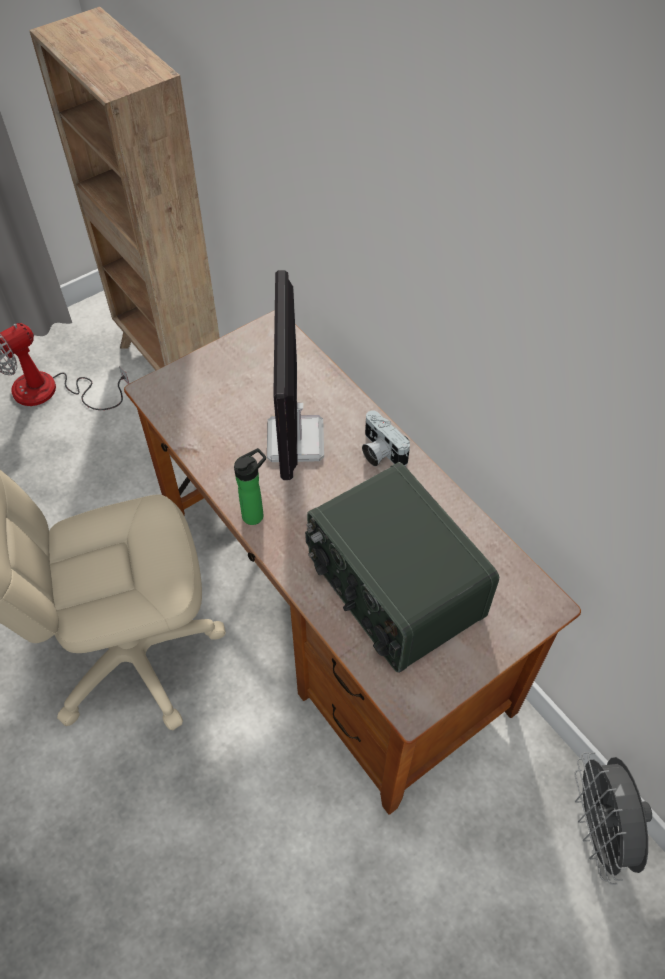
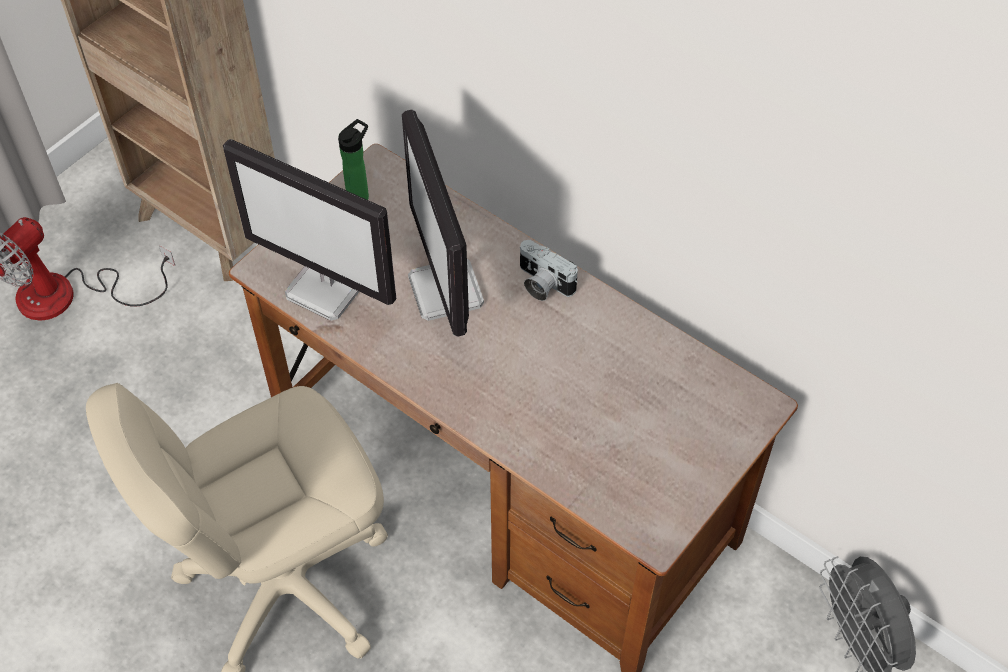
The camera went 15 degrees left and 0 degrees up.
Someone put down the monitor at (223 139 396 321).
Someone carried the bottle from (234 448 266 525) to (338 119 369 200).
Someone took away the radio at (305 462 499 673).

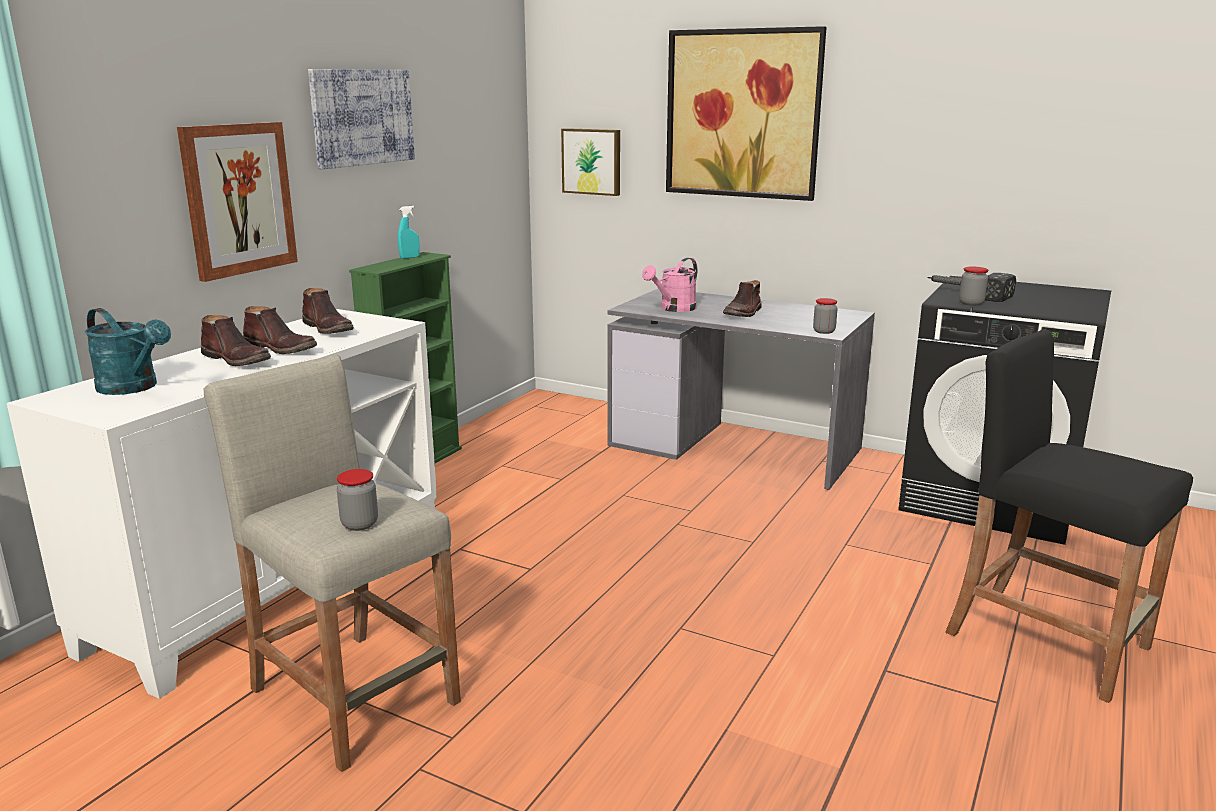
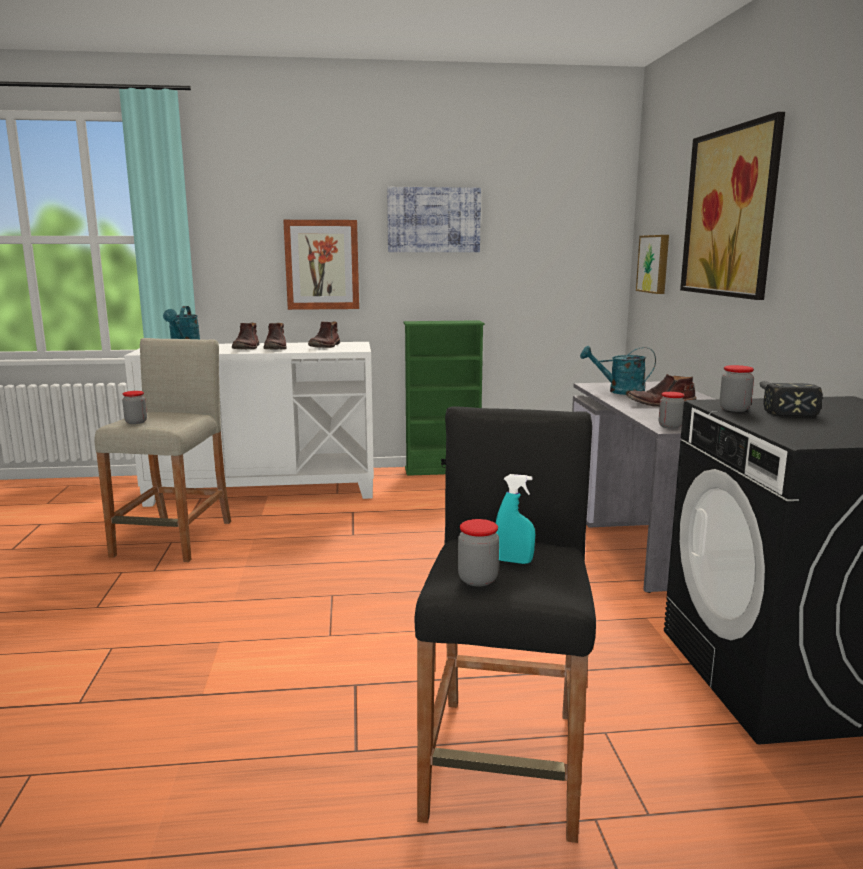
The camera went 55 degrees right and 5 degrees down.
Someone put down the jar at (458 519 499 587).
Someone carried the turquoise spray bottle from (398 206 420 259) to (496 474 535 564).
Someone repainted the pink watering can at (642 258 697 312), which became the turquoise watering can at (580 346 656 395).

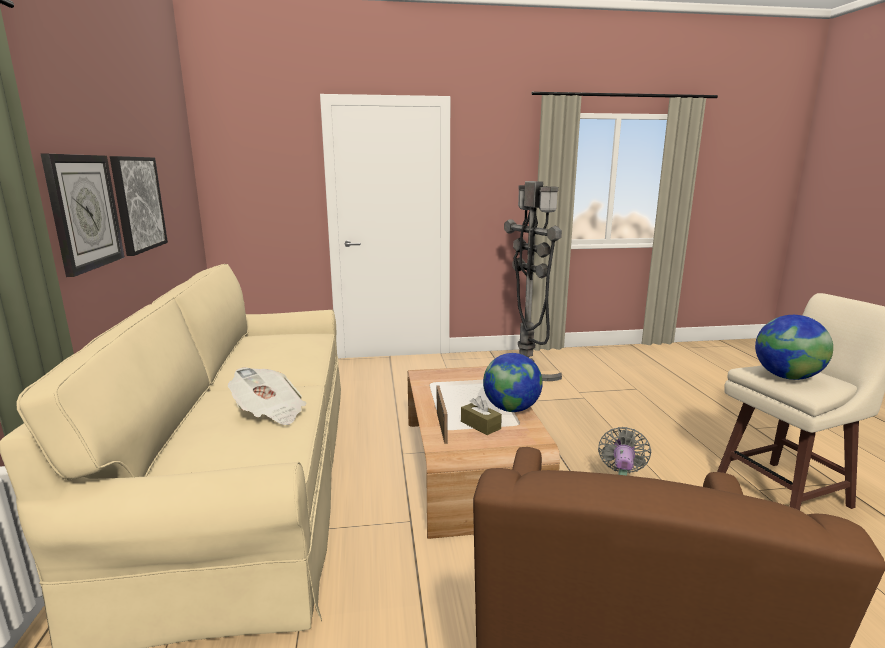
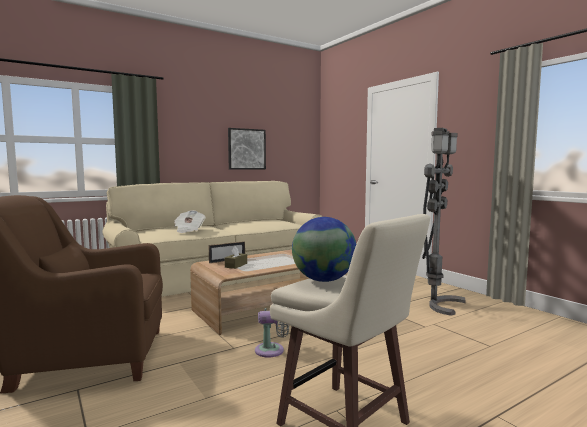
The camera went 65 degrees right and 10 degrees down.
Someone took away the wall clock at (41 154 125 277).
Someone took away the globe at (483 353 543 412).

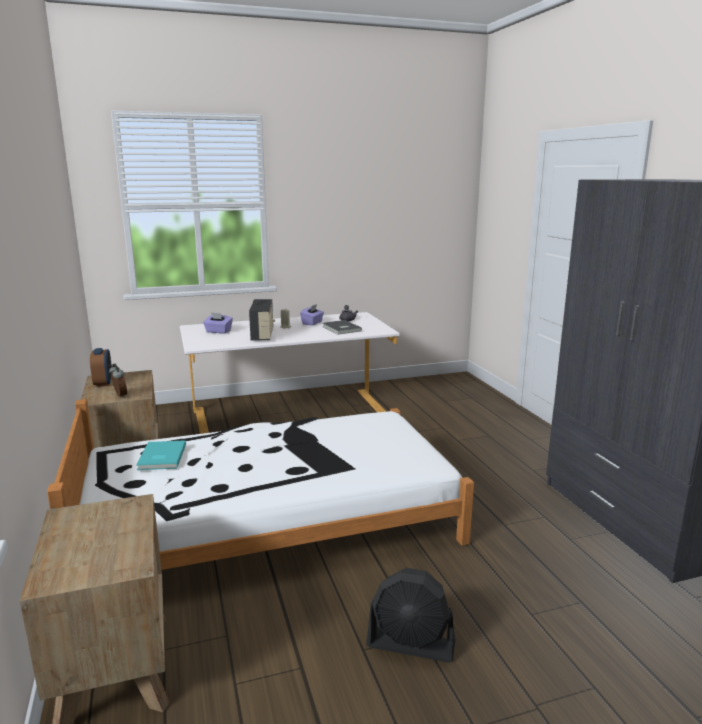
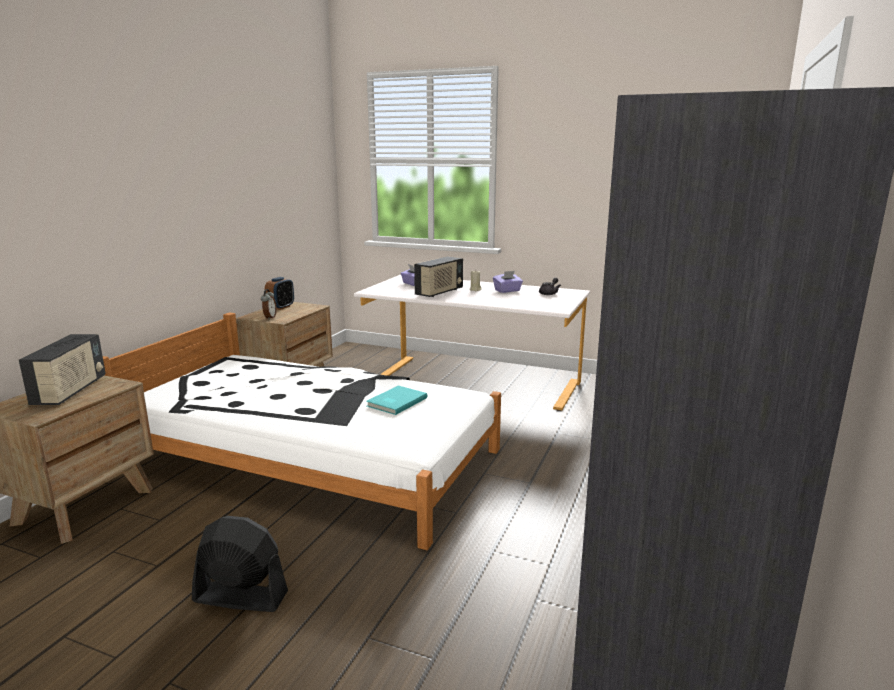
The camera went 40 degrees right and 0 degrees up.
Someone put down the radio at (19 334 105 405).
Someone rotated the black fan at (366 568 455 662) by 135 degrees clockwise.
Someone carried the turquoise book from (136 440 186 470) to (366 386 428 415).
Someone took away the grey book at (322 320 362 335).

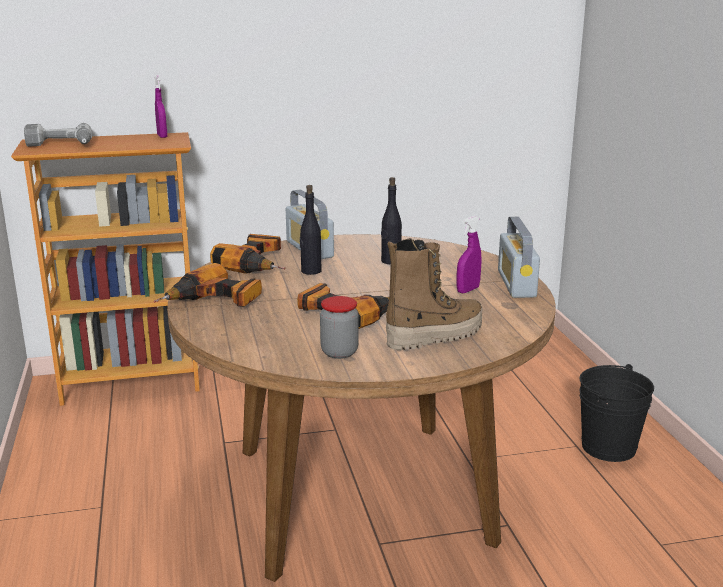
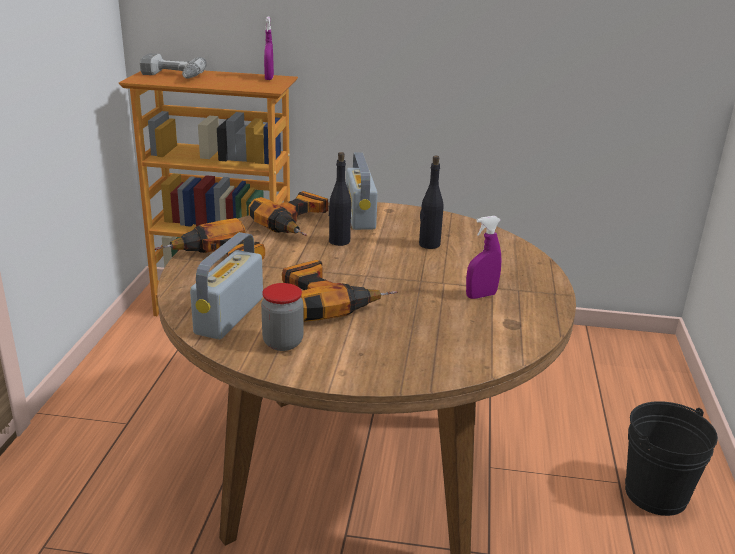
The camera went 20 degrees right and 5 degrees up.
Someone carried the radio from (498 217 540 298) to (190 232 263 339).
Someone took away the boot at (386 238 483 350).

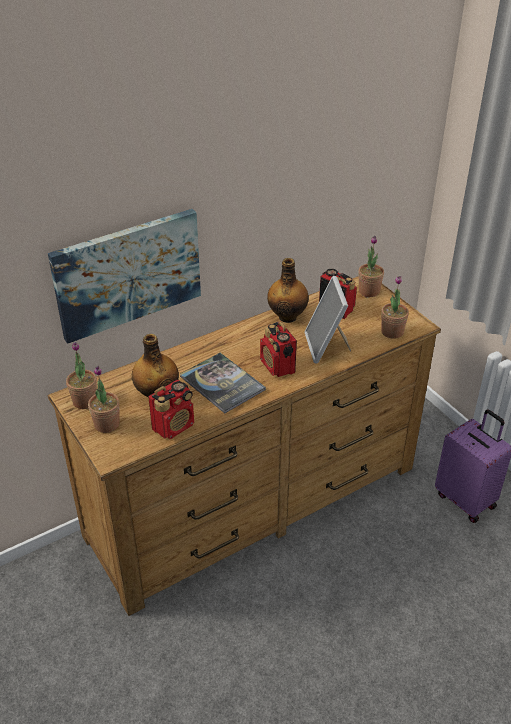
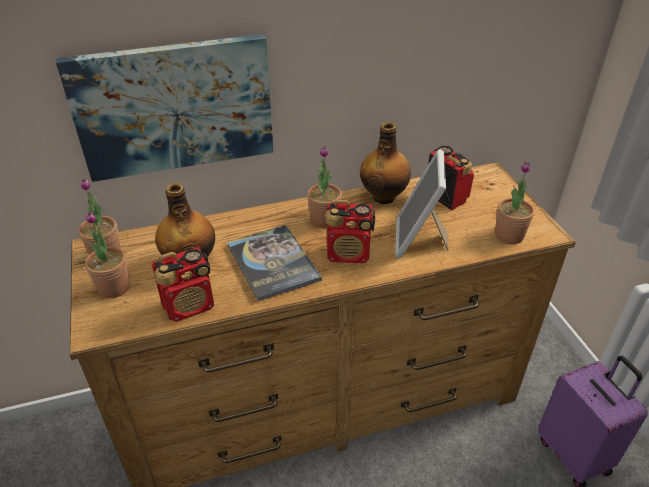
The camera went 15 degrees right and 0 degrees up.
Someone carried the potted plant from (358 236 384 297) to (307 146 342 228).
Someone rotated the radio at (260 322 297 377) by 75 degrees counterclockwise.

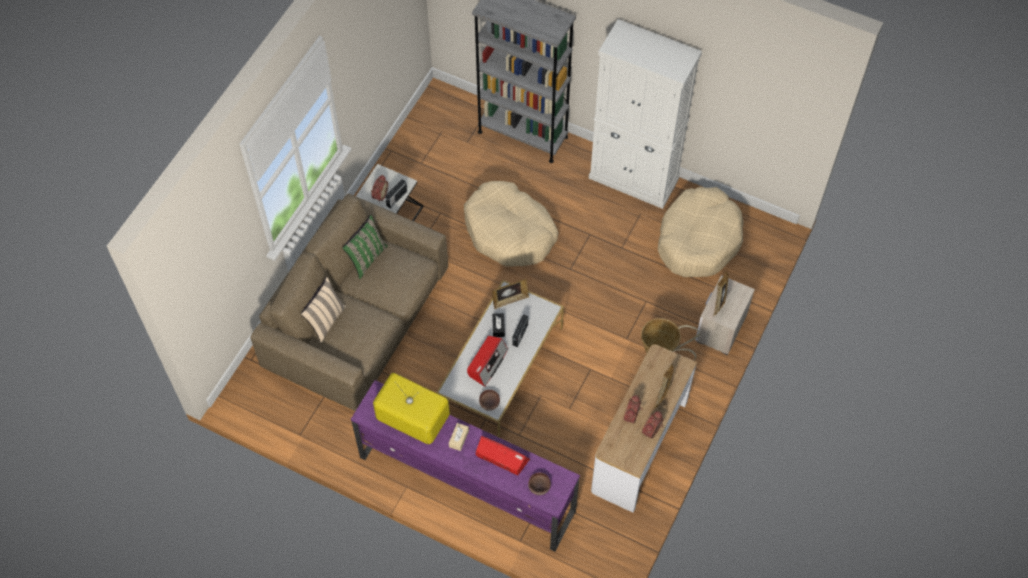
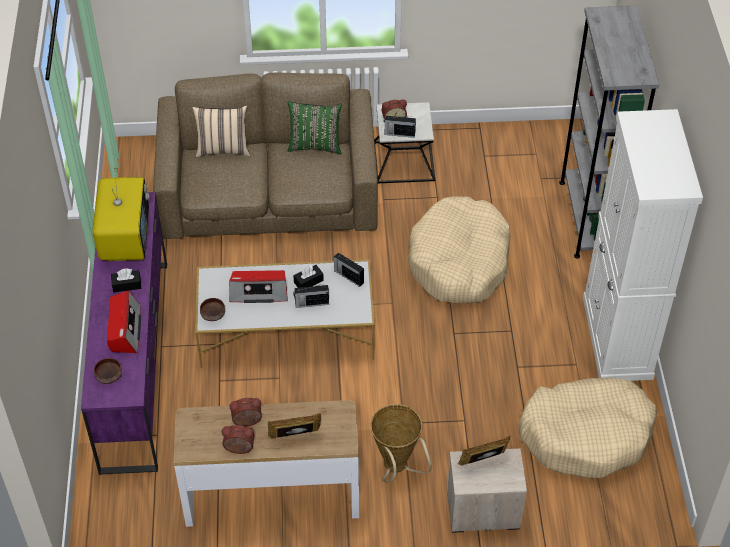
The camera went 60 degrees right and 10 degrees down.
Someone repainted the beige tissue box at (449 423 469 451), which became the black tissue box at (111 268 141 292).
Someone swapped the picture frame at (492 279 529 309) for the radio at (334 253 364 287).

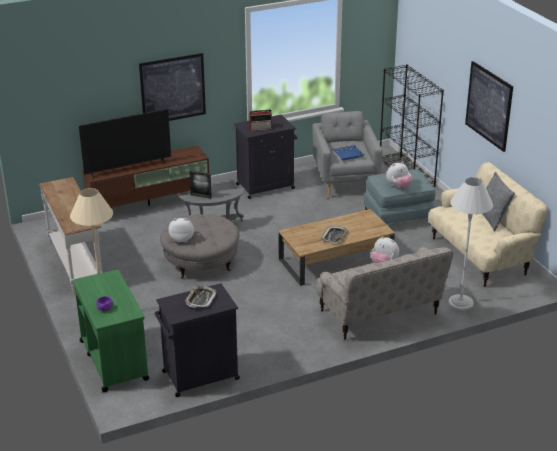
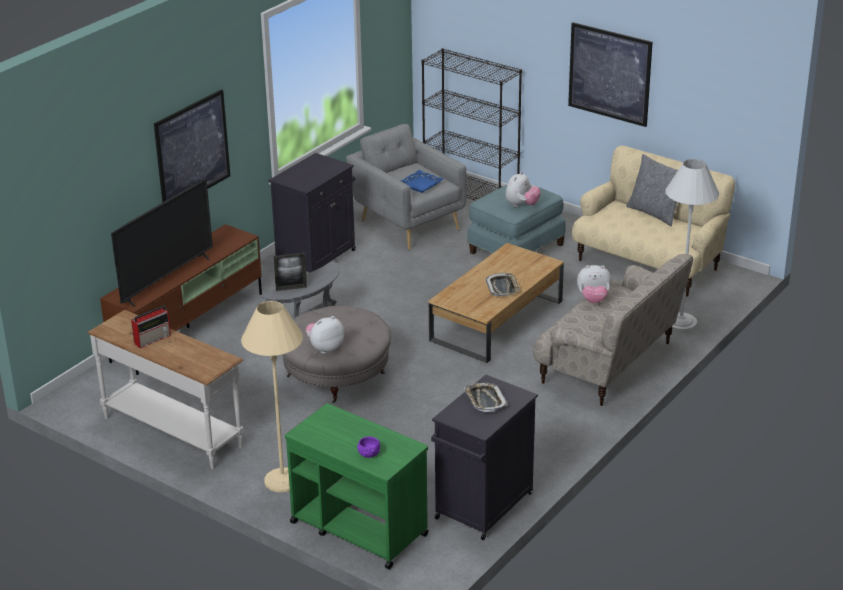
The camera went 30 degrees left and 0 degrees up.
Someone carried the radio from (249 110 272 131) to (131 305 171 348).

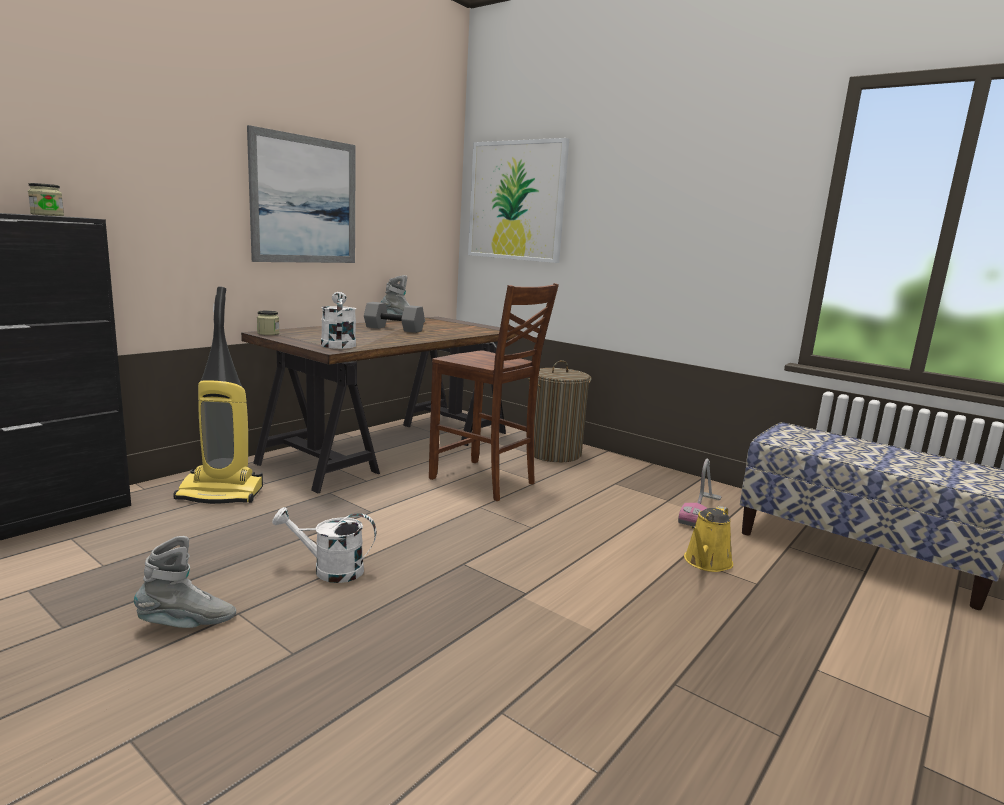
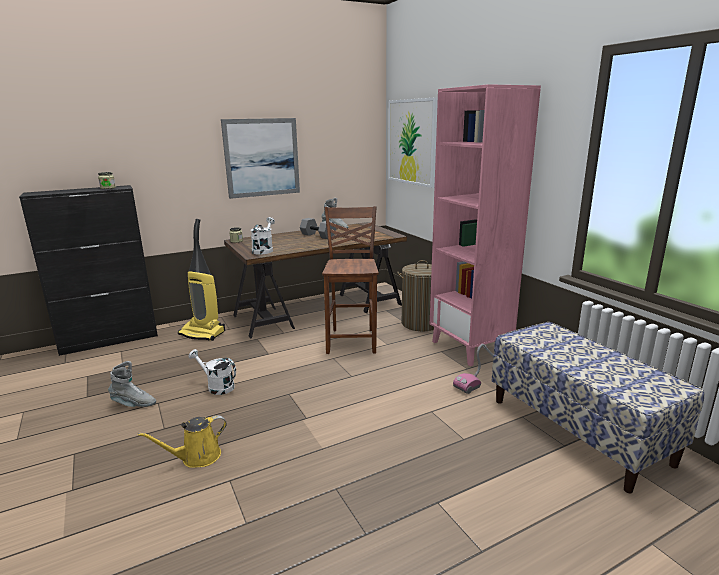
The camera went 25 degrees right and 5 degrees up.
Someone carried the yellow watering can from (684 506 733 572) to (138 415 227 468).
Someone rotated the brown chair at (429 283 559 501) by 150 degrees counterclockwise.
Someone put down the pink bookcase at (430 84 541 366).

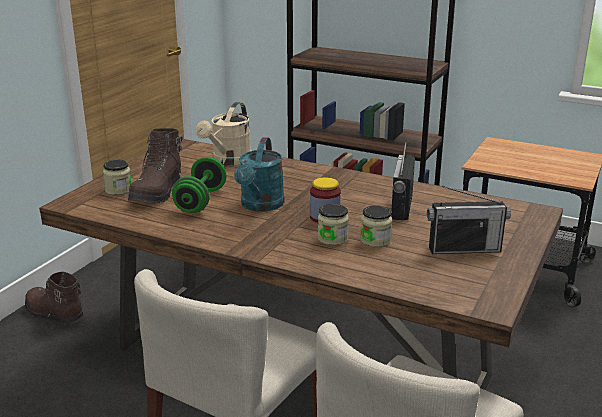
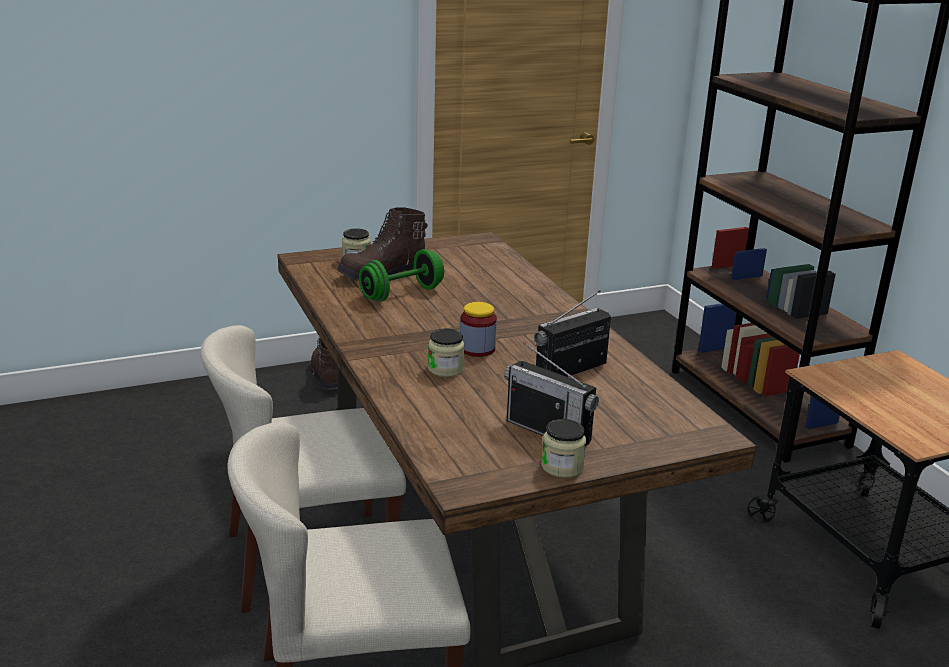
The camera went 40 degrees right and 0 degrees up.
Someone carried the jar from (360 205 392 247) to (541 419 586 478).
Someone took away the beige watering can at (196 102 251 165).
Someone took away the turquoise watering can at (234 137 285 212).

